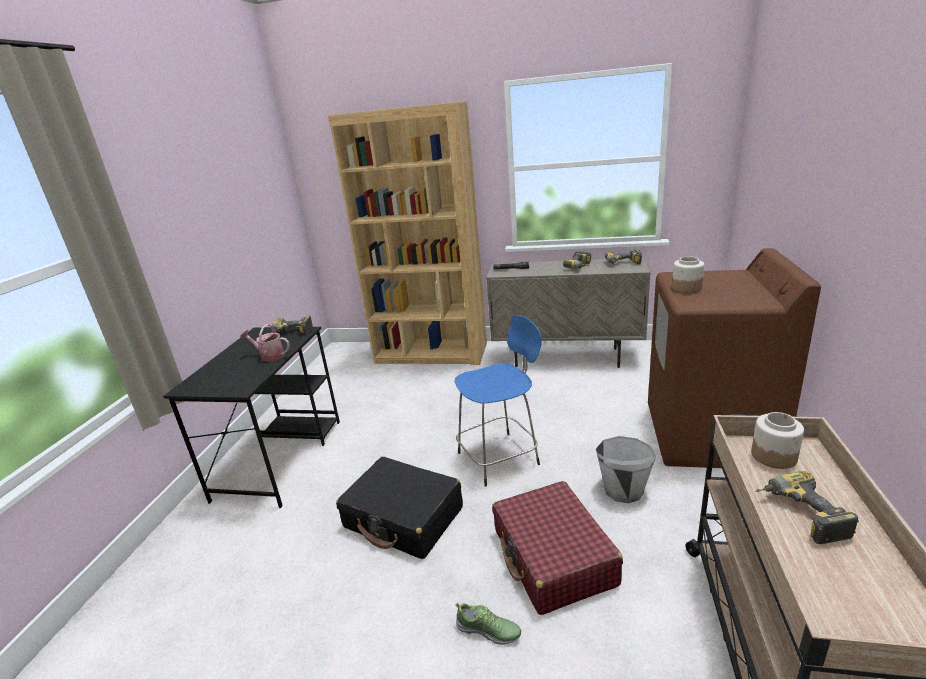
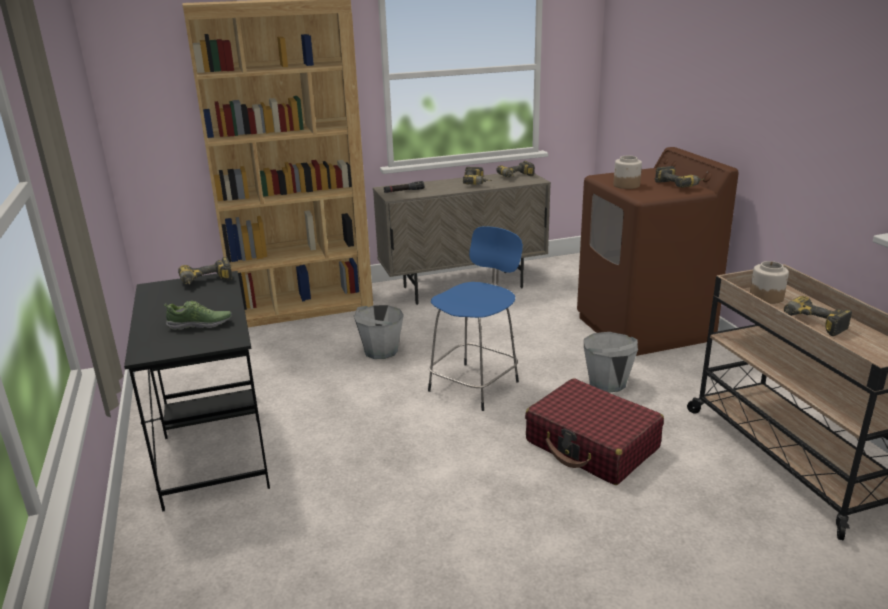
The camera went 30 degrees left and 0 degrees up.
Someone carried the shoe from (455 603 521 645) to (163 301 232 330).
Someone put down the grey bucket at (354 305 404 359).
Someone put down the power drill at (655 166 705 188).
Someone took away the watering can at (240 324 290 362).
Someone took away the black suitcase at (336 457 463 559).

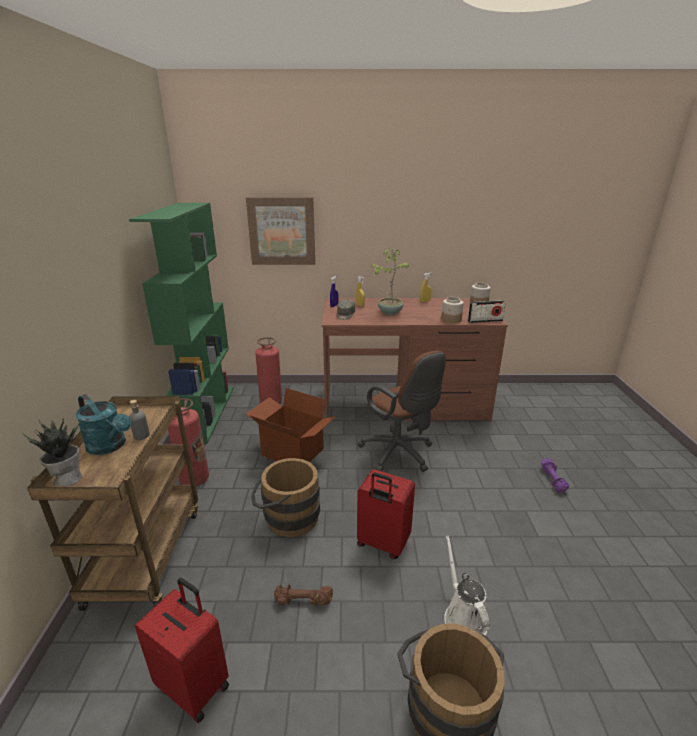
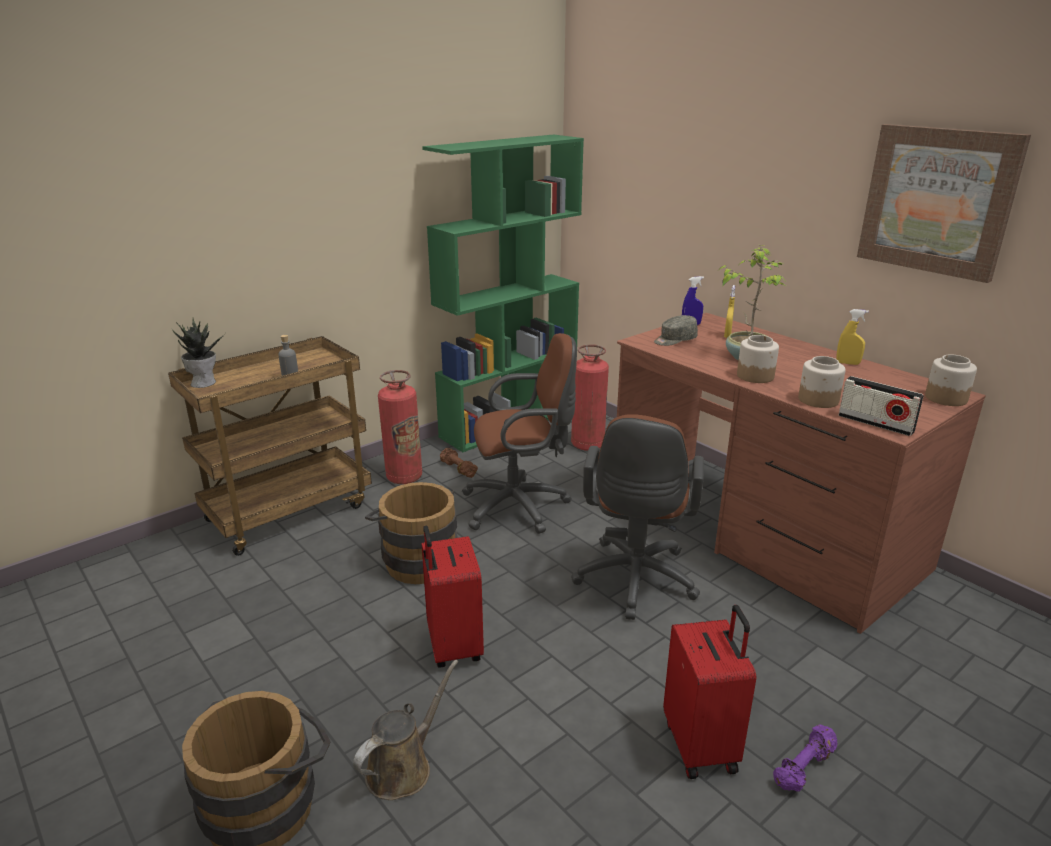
The camera went 50 degrees right and 0 degrees up.
Someone repainted the white watering can at (444 535 490 635), which became the brown watering can at (353 660 458 800).
Someone carried the brown dumbbell from (274 585 333 605) to (440 448 478 478).
Someone swapped the cardboard box at (245 388 336 462) for the brown office chair at (462 333 577 534).
Someone carried the red suitcase from (134 578 229 723) to (663 605 756 779).
Someone put down the jar at (737 335 779 383).
Someone carried the picture from (246 197 315 265) to (857 124 1031 283).
Someone took away the turquoise watering can at (76 394 131 455).

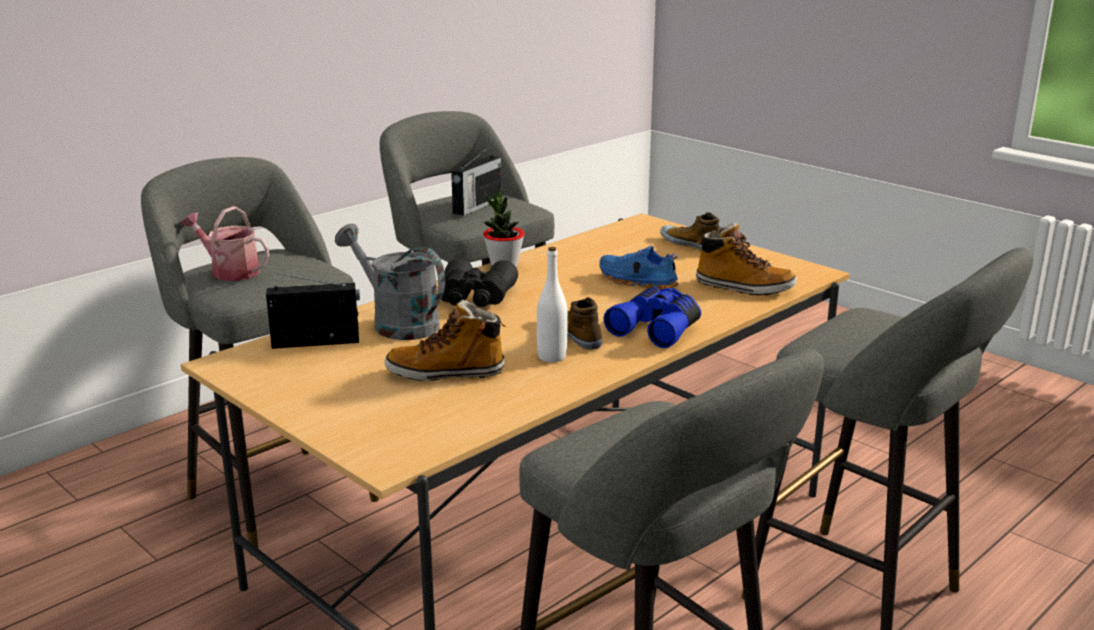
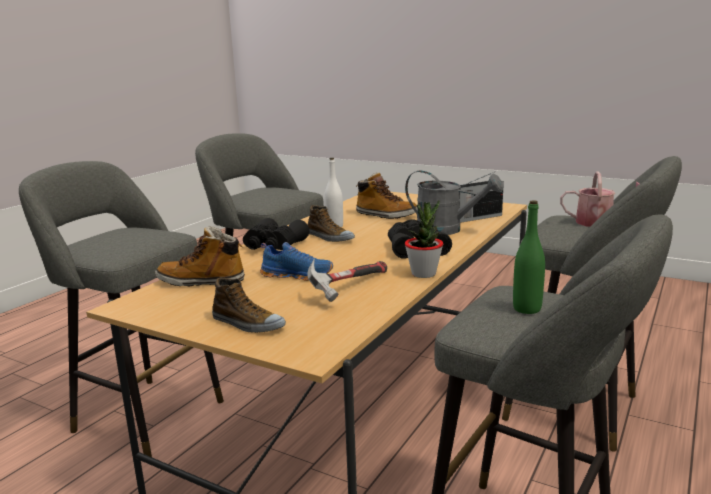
The camera went 165 degrees right and 5 degrees down.
Someone repainted the blue binoculars at (604 287 701 348), which became the black binoculars at (243 218 309 250).
Someone put down the hammer at (307 258 387 302).
Someone rotated the boot at (385 300 506 381) by 45 degrees clockwise.
Someone swapped the radio at (451 148 502 216) for the green bottle at (513 200 545 314).

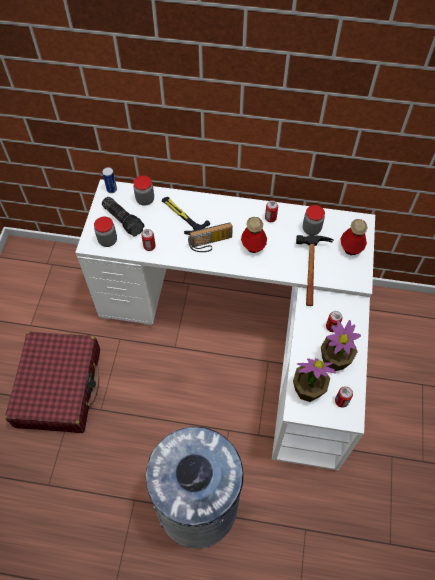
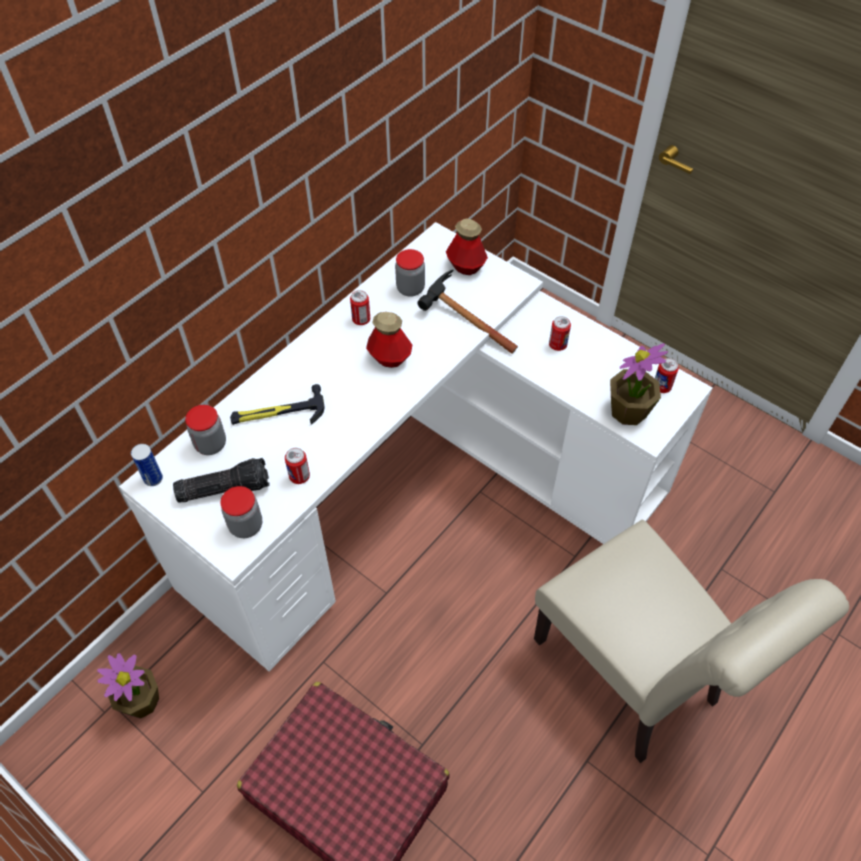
The camera went 60 degrees left and 5 degrees down.
Someone carried the potted plant from (321 320 361 371) to (97 653 159 719).
Someone swapped the grey trash can at (146 427 243 549) for the beige chair at (534 520 849 763).
Someone took away the radio at (188 223 233 252).

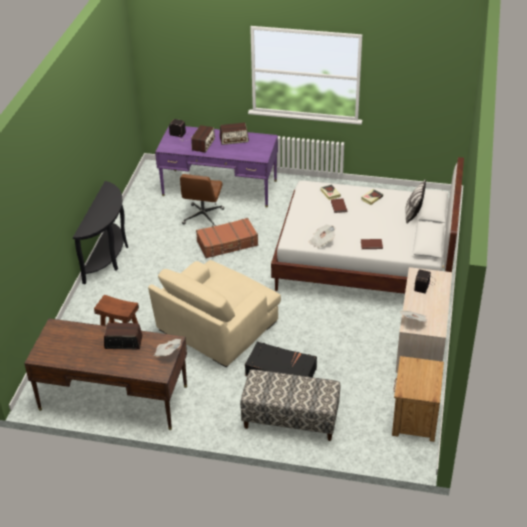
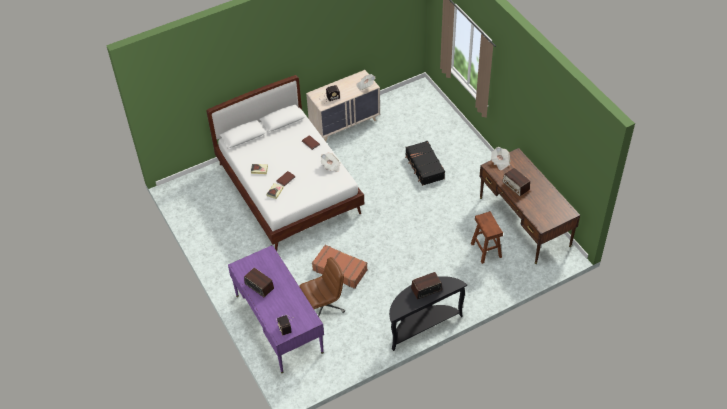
The camera went 130 degrees left and 10 degrees up.
Someone carried the radio from (191 125 215 153) to (411 272 442 299).
Someone took away the beige armchair at (148 260 281 367).
Someone took away the bench at (240 369 341 441).
Someone took away the brown nightstand at (392 356 444 442).
Someone took away the pillow at (406 179 426 223).

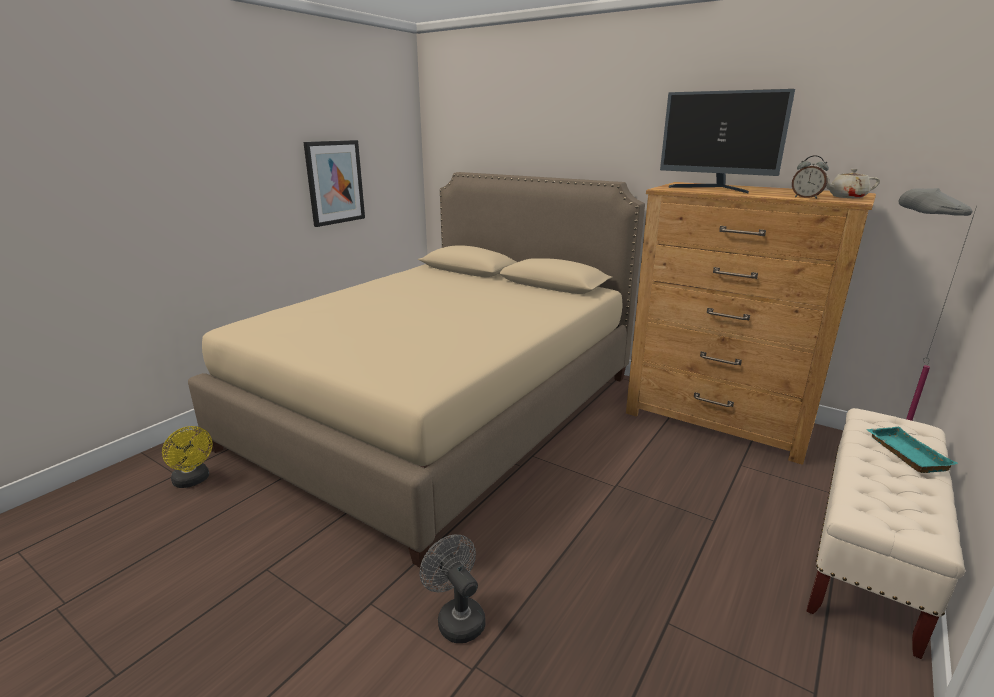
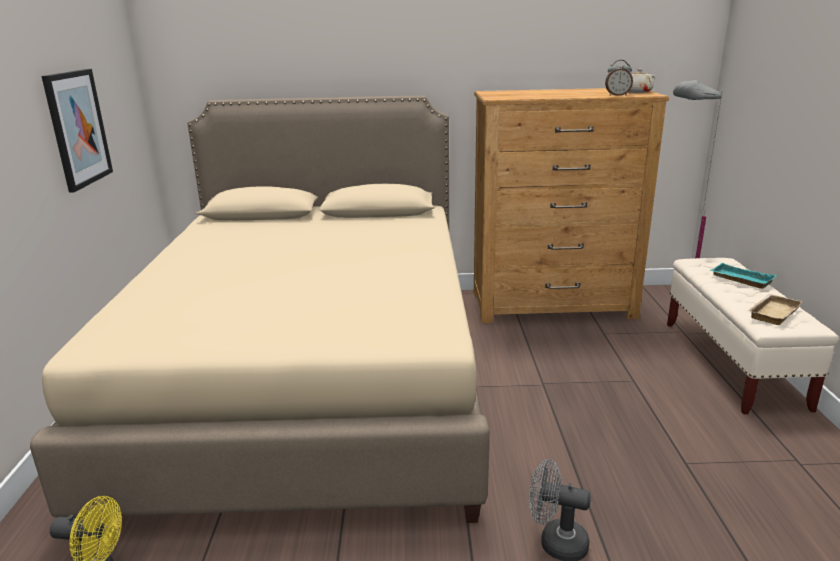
The camera went 35 degrees left and 0 degrees up.
Someone put down the beige tray at (748 294 803 325).
Someone took away the monitor at (660 89 795 193).

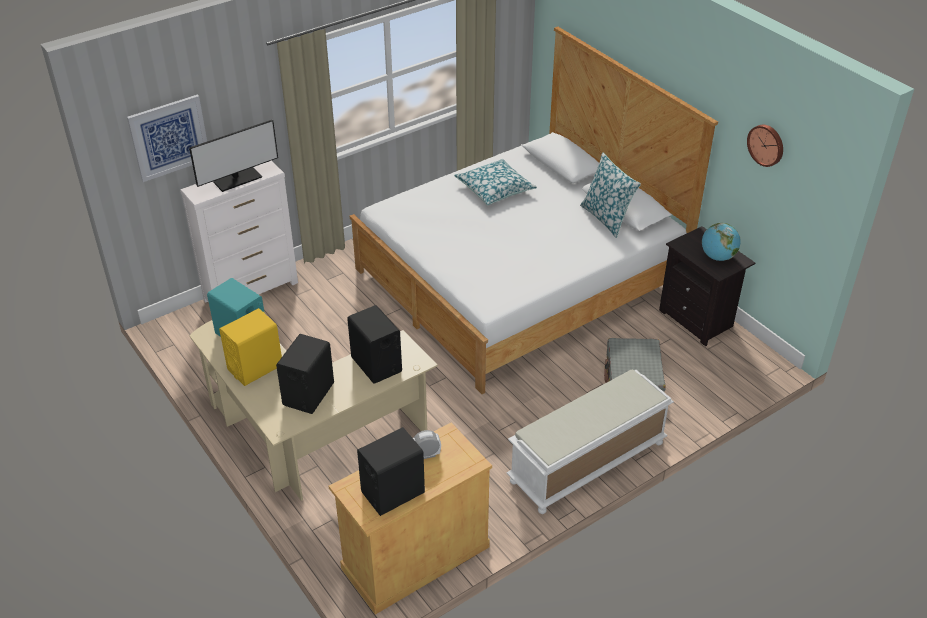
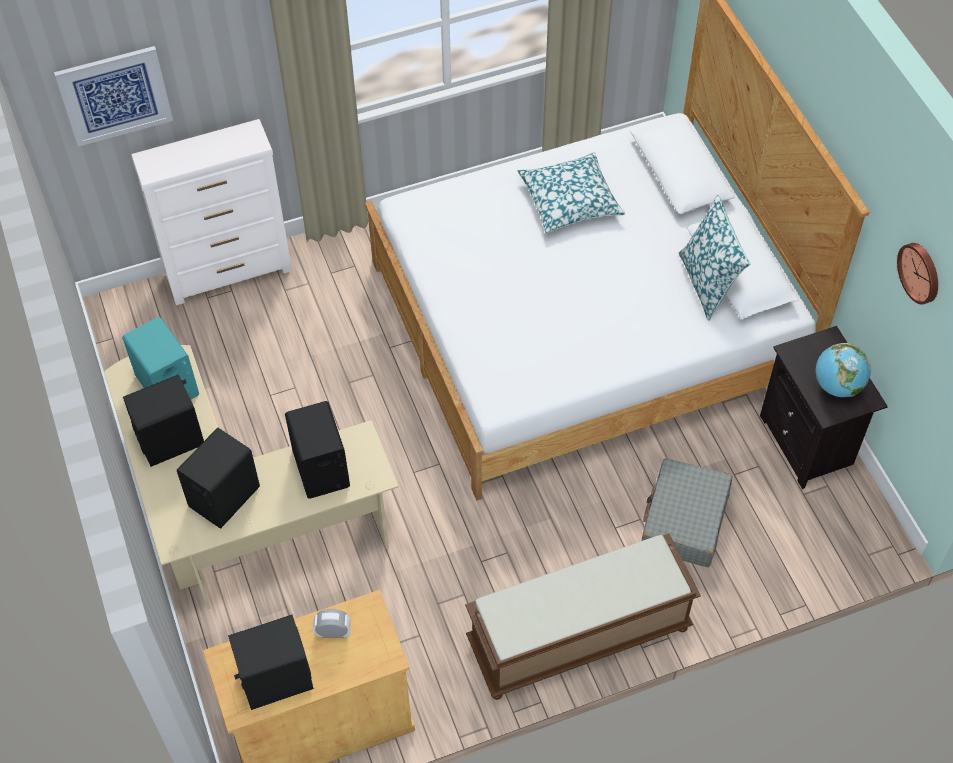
The camera went 15 degrees right and 15 degrees up.
Someone repainted the yellow speaker at (219 308 282 386), which became the black speaker at (123 375 204 467).
Someone repainted the white bench at (507 369 674 514), which became the brown bench at (465 533 701 700).
Someone took away the monitor at (189 120 278 192).

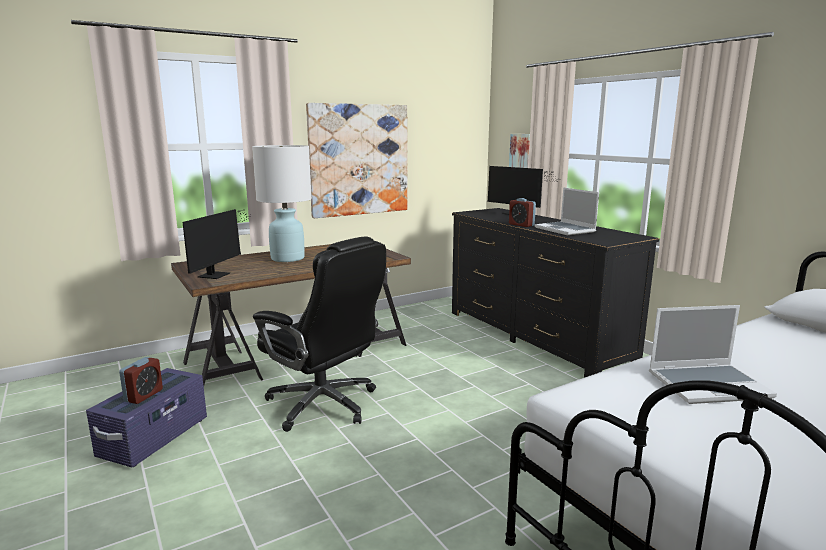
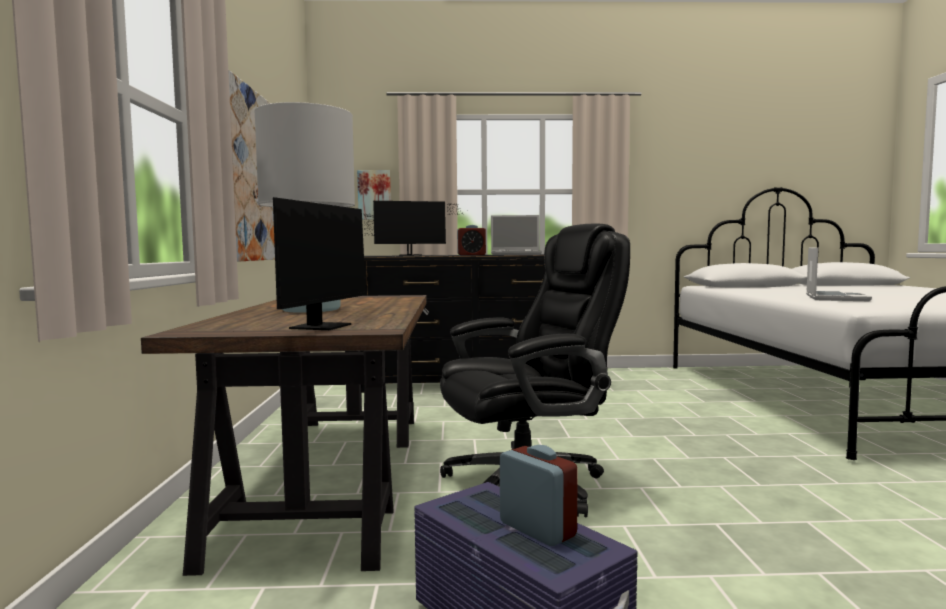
The camera went 60 degrees left and 10 degrees down.
Someone rotated the monitor at (183 209 251 279) by 60 degrees clockwise.

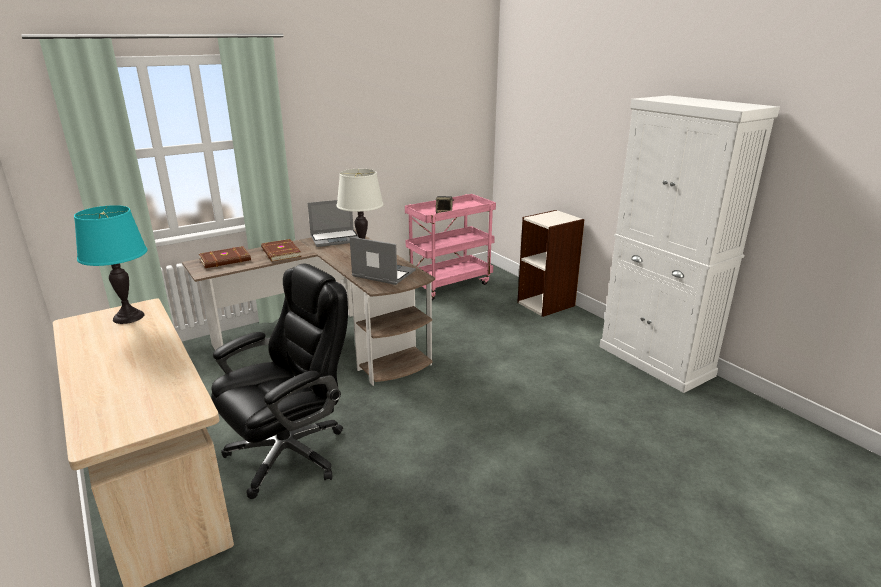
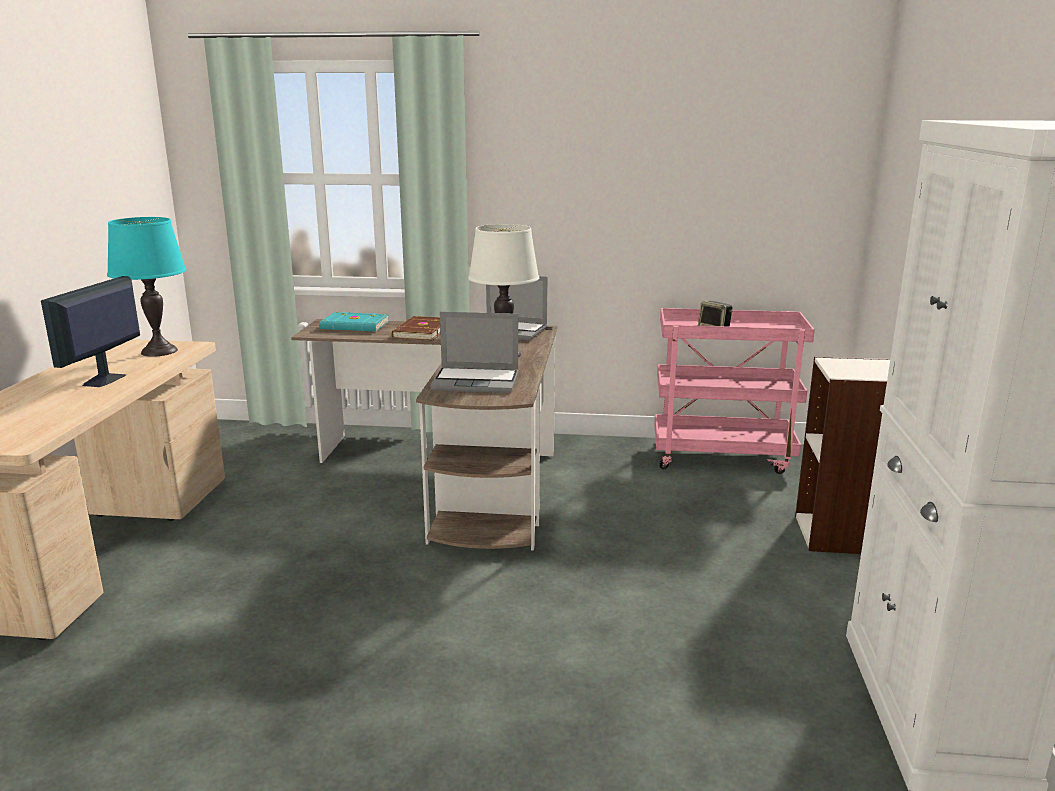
The camera went 40 degrees right and 5 degrees down.
Someone put down the monitor at (41 276 140 387).
Someone repainted the brown book at (199 246 251 268), which became the turquoise book at (319 312 389 331).
Someone rotated the laptop at (350 237 416 285) by 120 degrees clockwise.
Someone took away the black office chair at (211 263 348 499).

